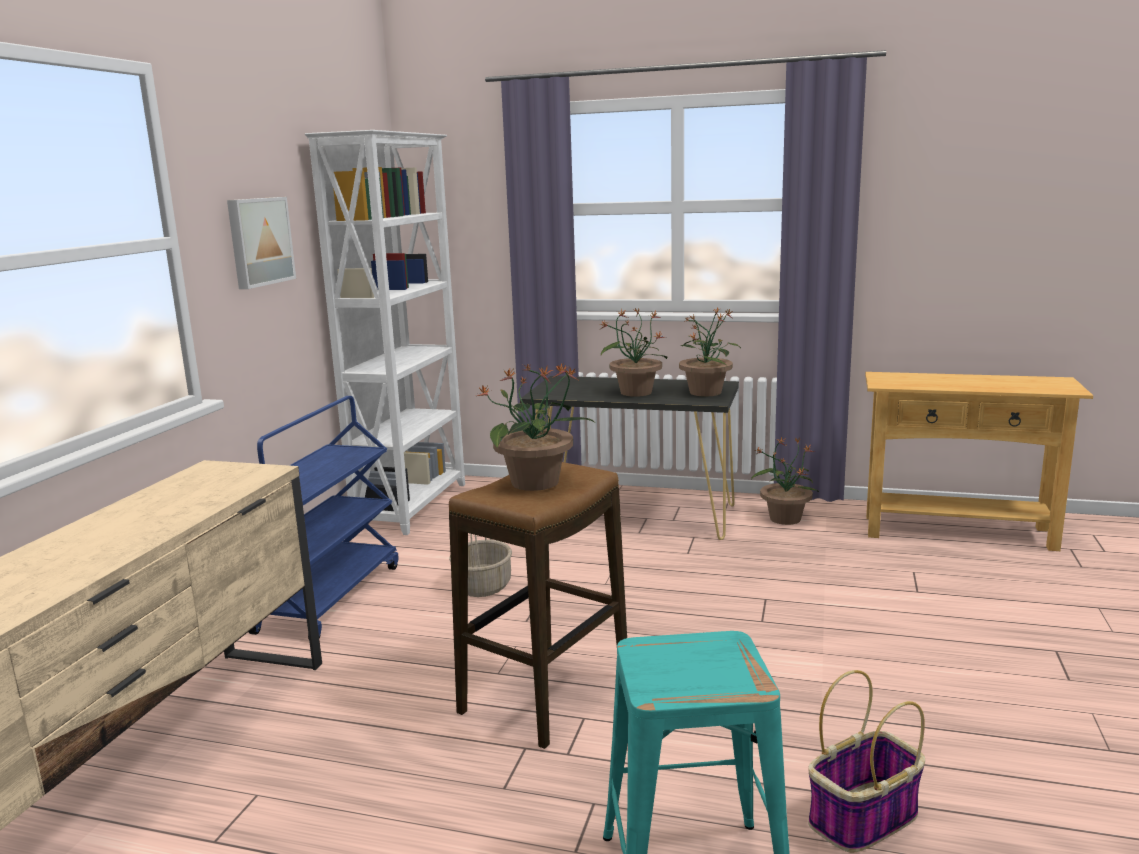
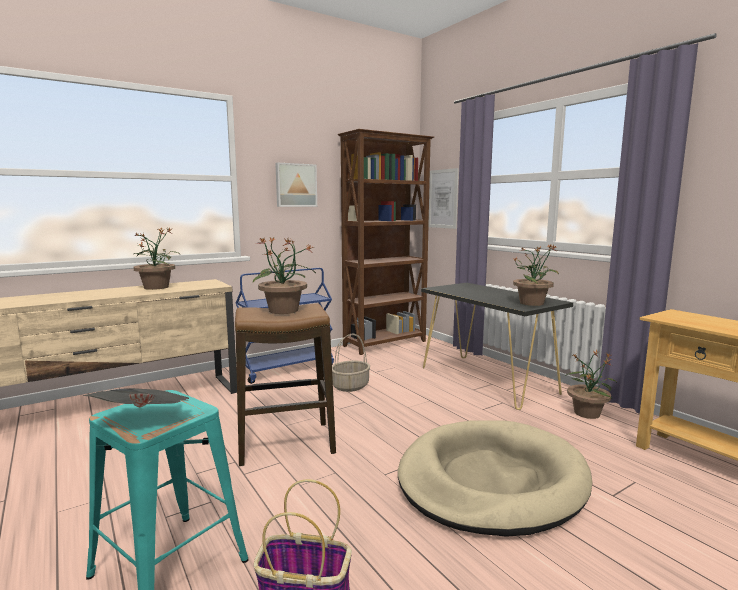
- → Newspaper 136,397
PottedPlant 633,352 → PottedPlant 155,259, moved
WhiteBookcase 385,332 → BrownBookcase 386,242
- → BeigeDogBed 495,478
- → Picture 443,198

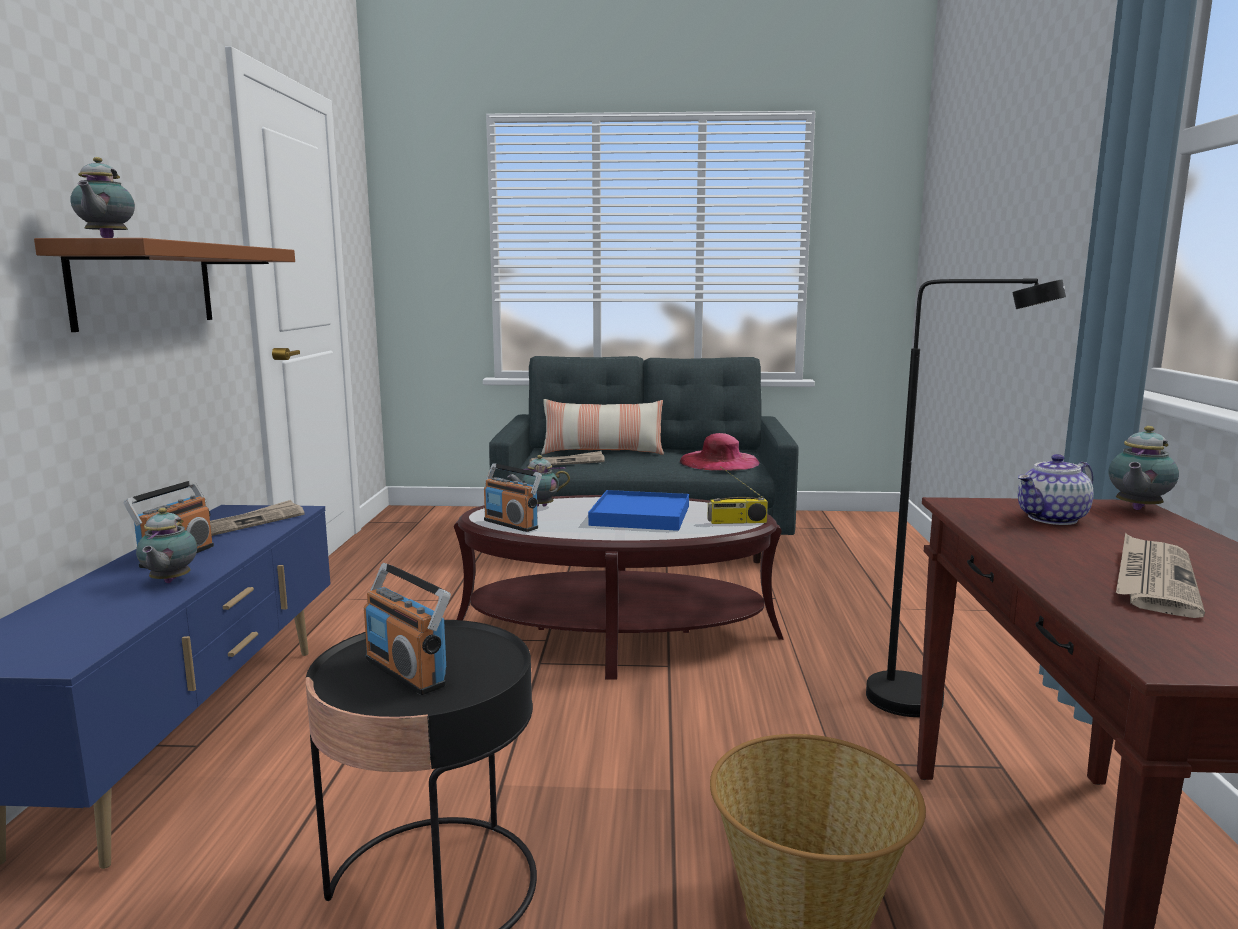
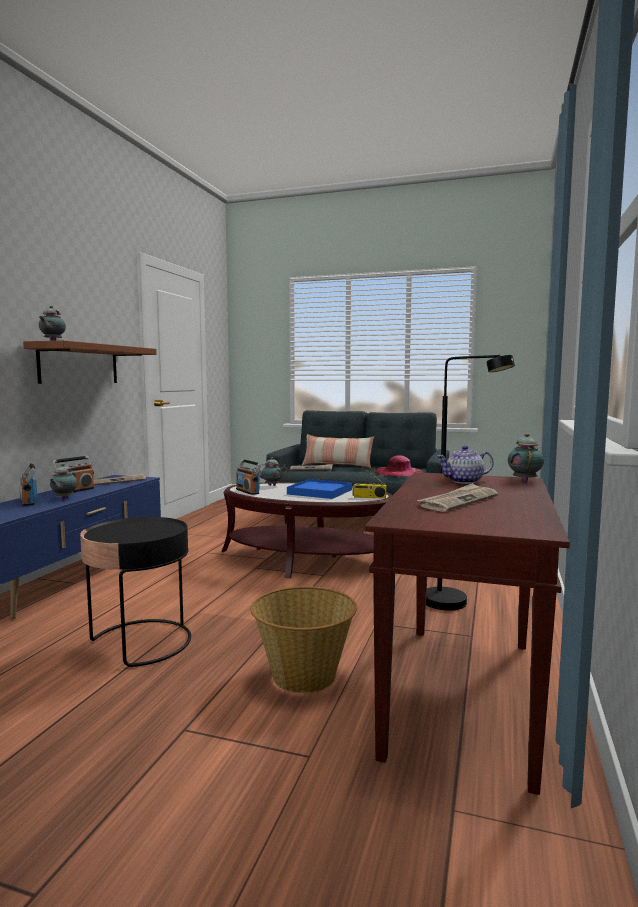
Radio 407,629 → Radio 29,484, moved
Teapot 1144,468 → Teapot 526,457, 135 degrees clockwise

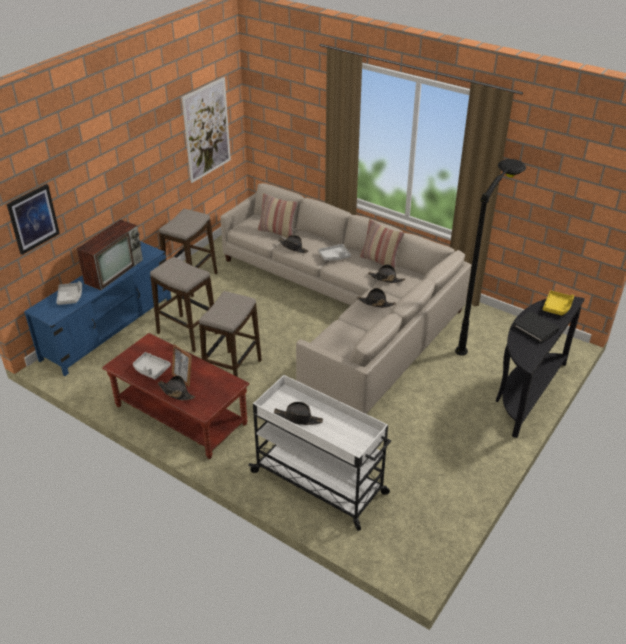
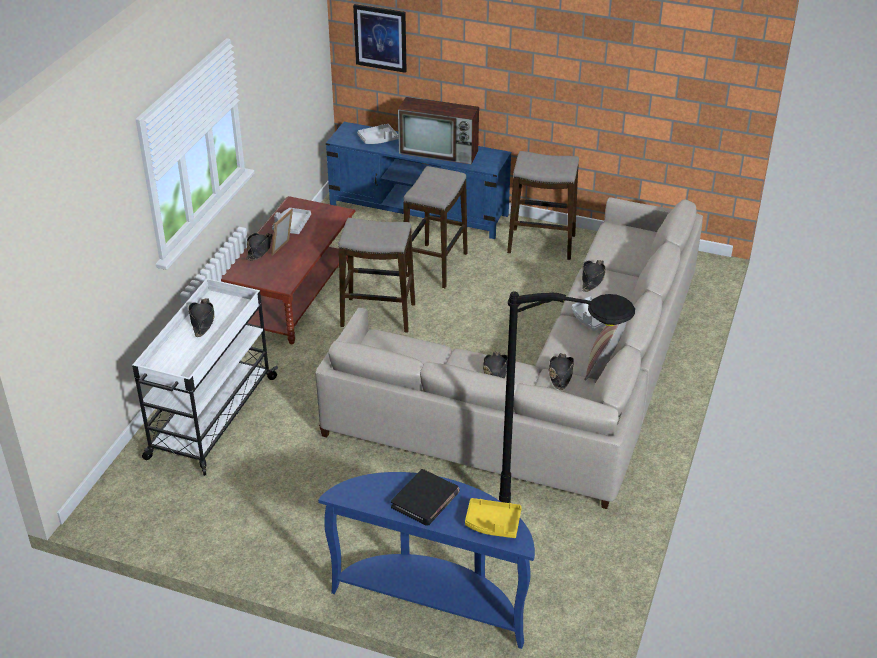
BlackConsoleTable 540,367 → BlueConsoleTable 426,560
Picture 206,130 → -
Pillow 278,215 → -

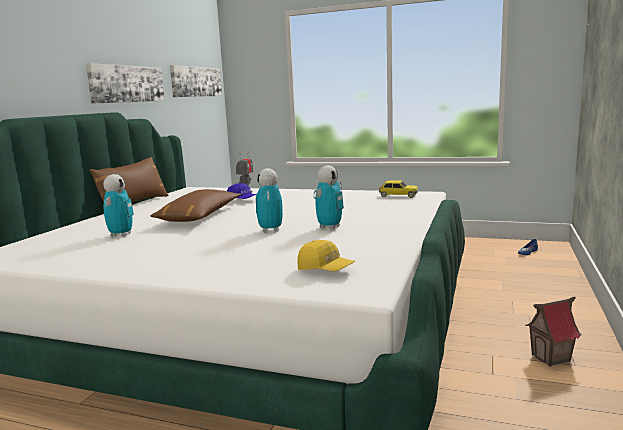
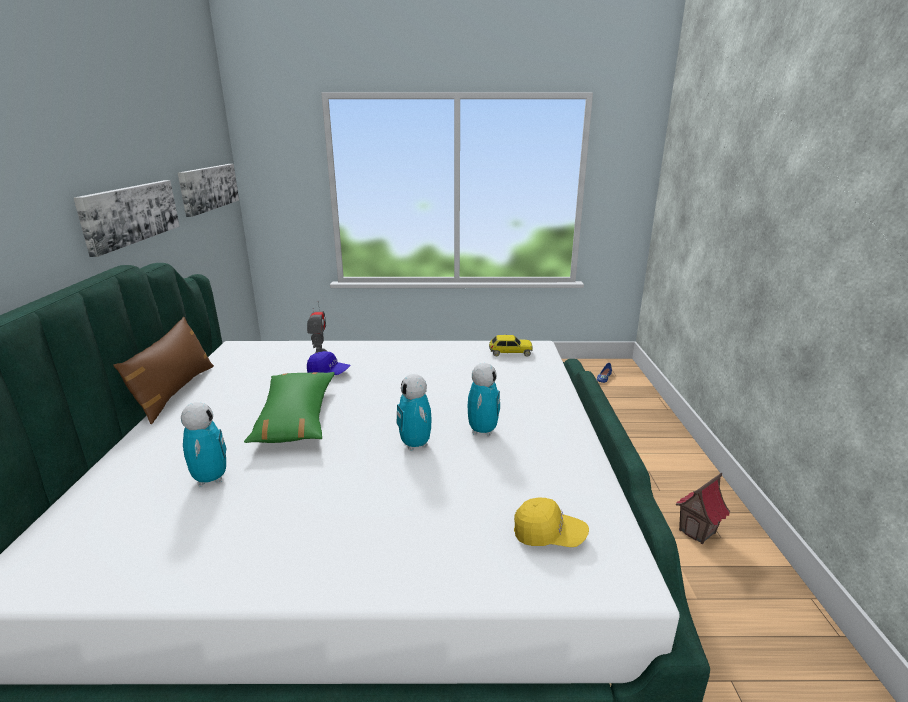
BrownPillow 195,205 → GreenPillow 289,407

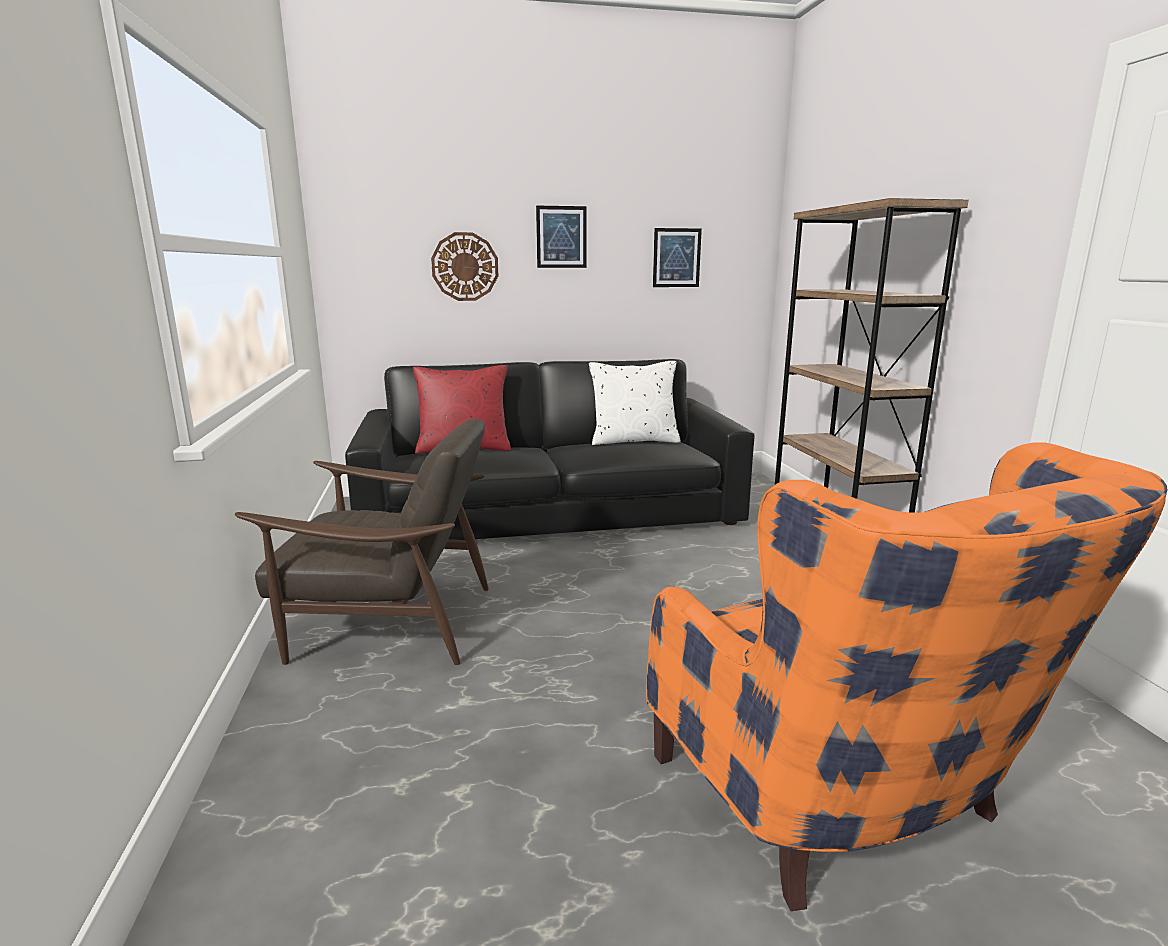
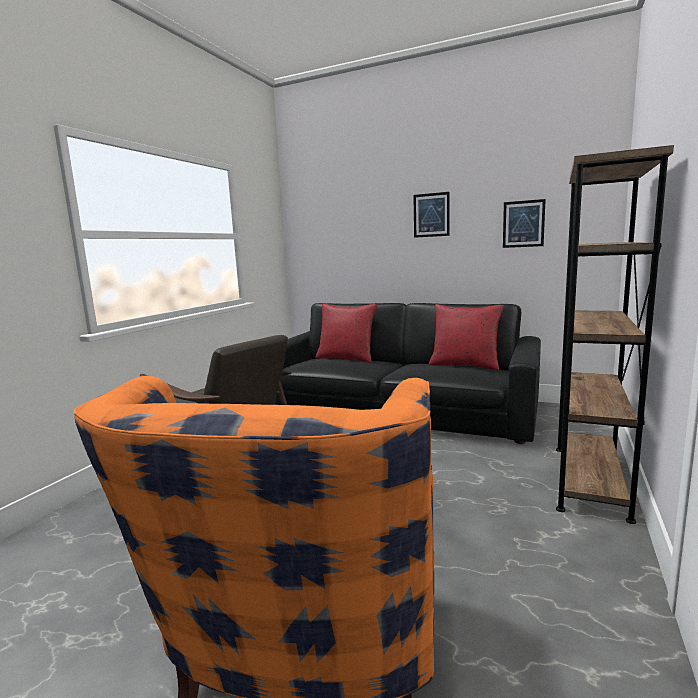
WhitePillow 635,403 → RedPillow 466,337
WallClock 464,266 → -

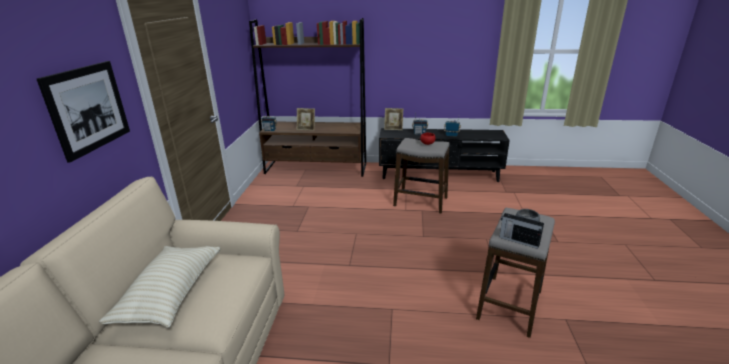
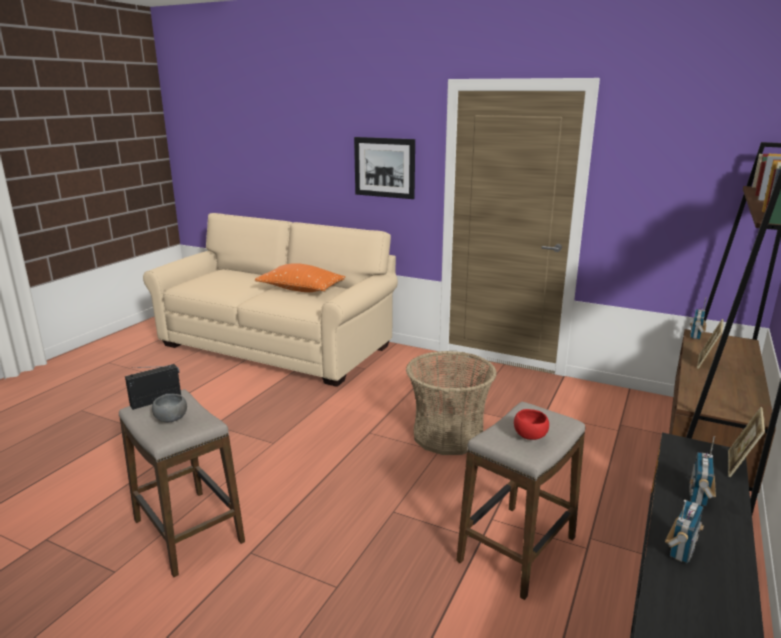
BeigePillow 159,287 → OrangePillow 300,277
- → Basket 451,403

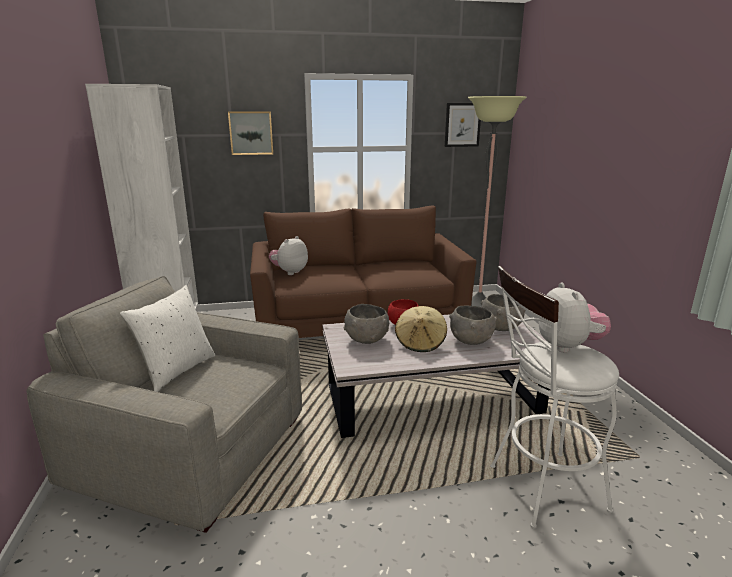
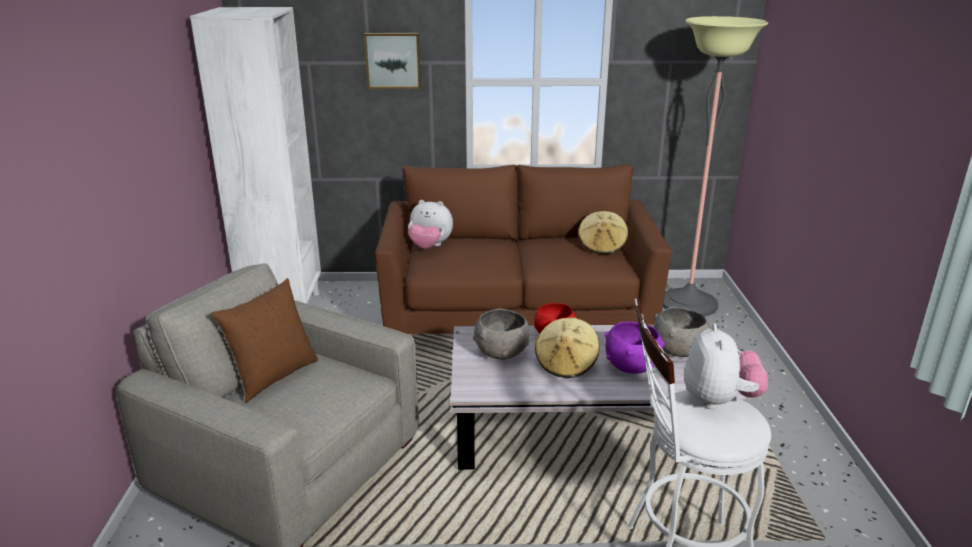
WhitePillow 167,338 → BrownPillow 264,340
PlushToy 288,255 → PlushToy 430,224, 120 degrees counterclockwise
- → BeigeHat 603,232
GreyBowl 473,325 → PurpleBowl 635,348
Picture 463,125 → -

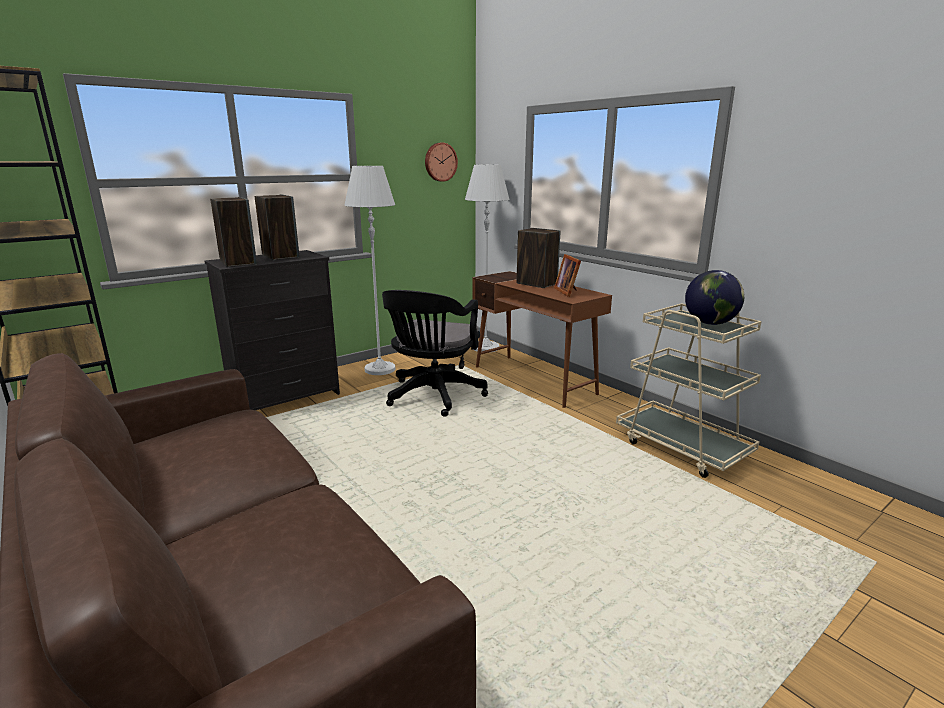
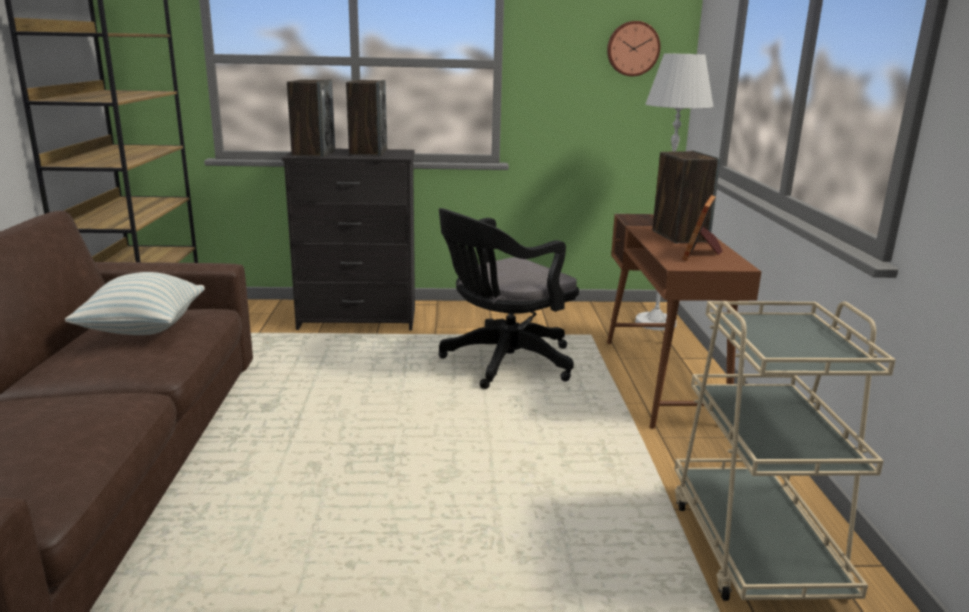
- → Pillow 135,303
WhiteFloorLamp 370,270 → -
Globe 714,297 → -

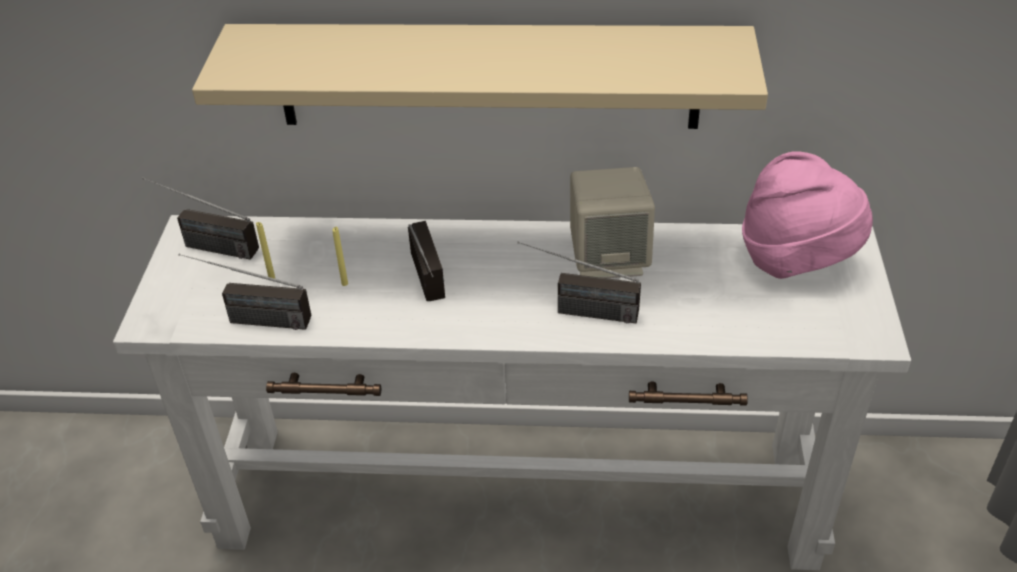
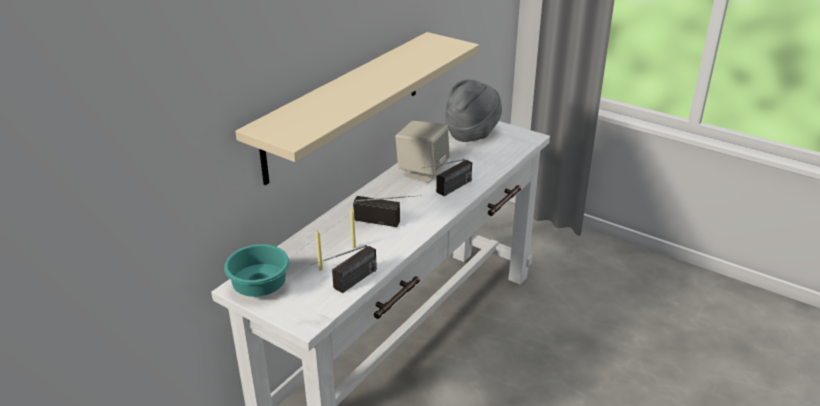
Radio 200,219 → TurquoiseBowl 256,270
PinkHat 807,215 → GreyHat 473,110

